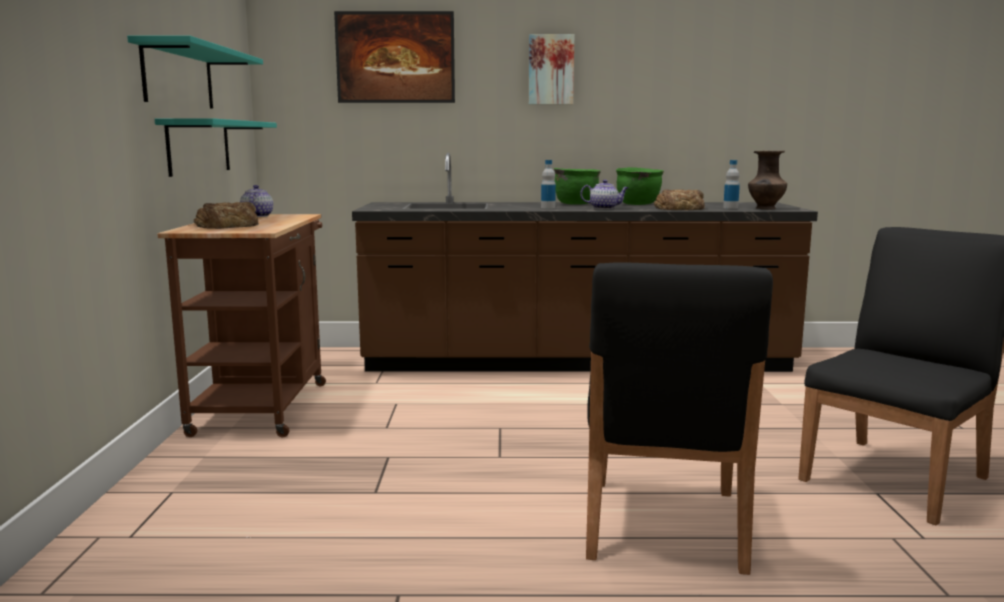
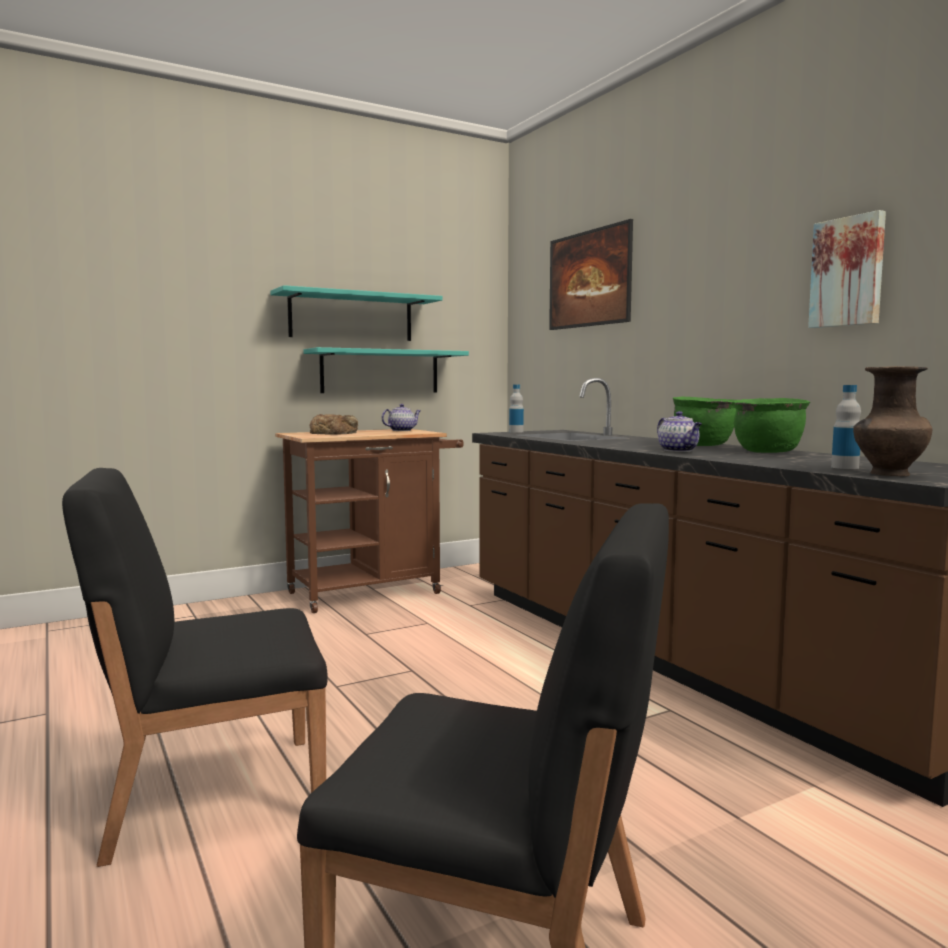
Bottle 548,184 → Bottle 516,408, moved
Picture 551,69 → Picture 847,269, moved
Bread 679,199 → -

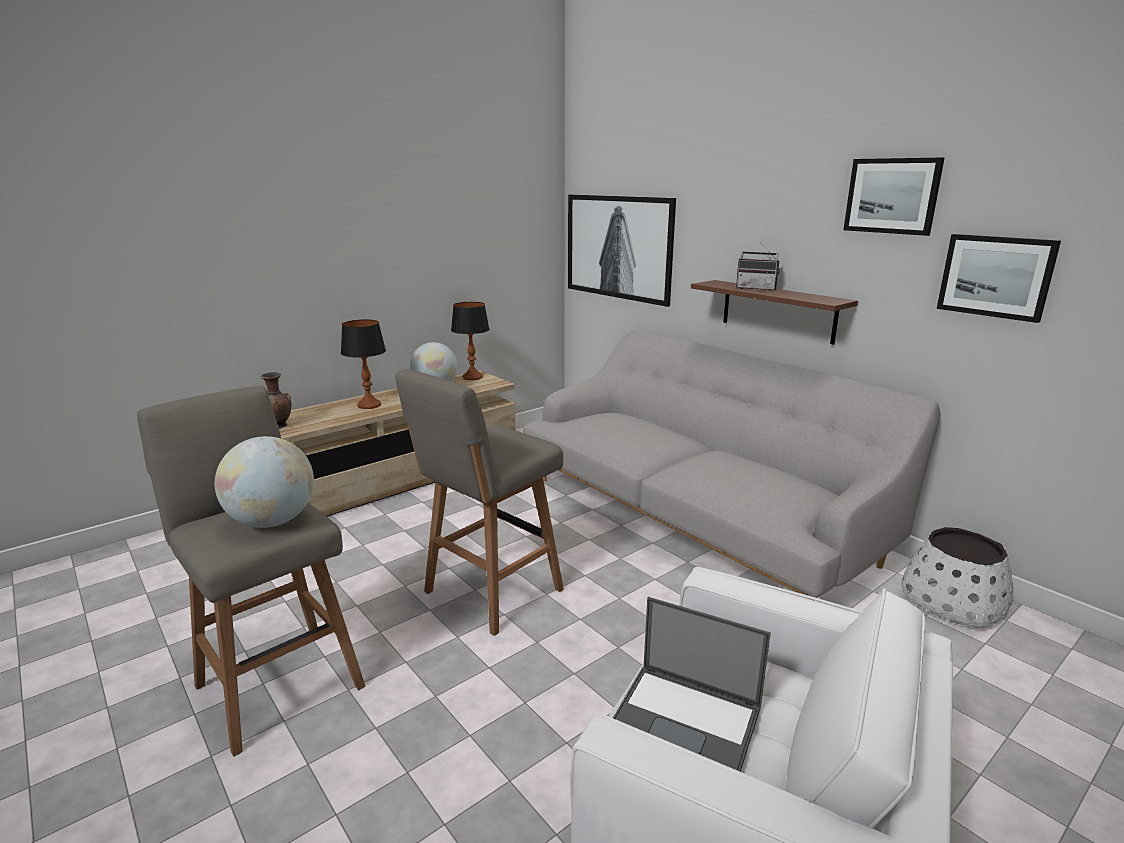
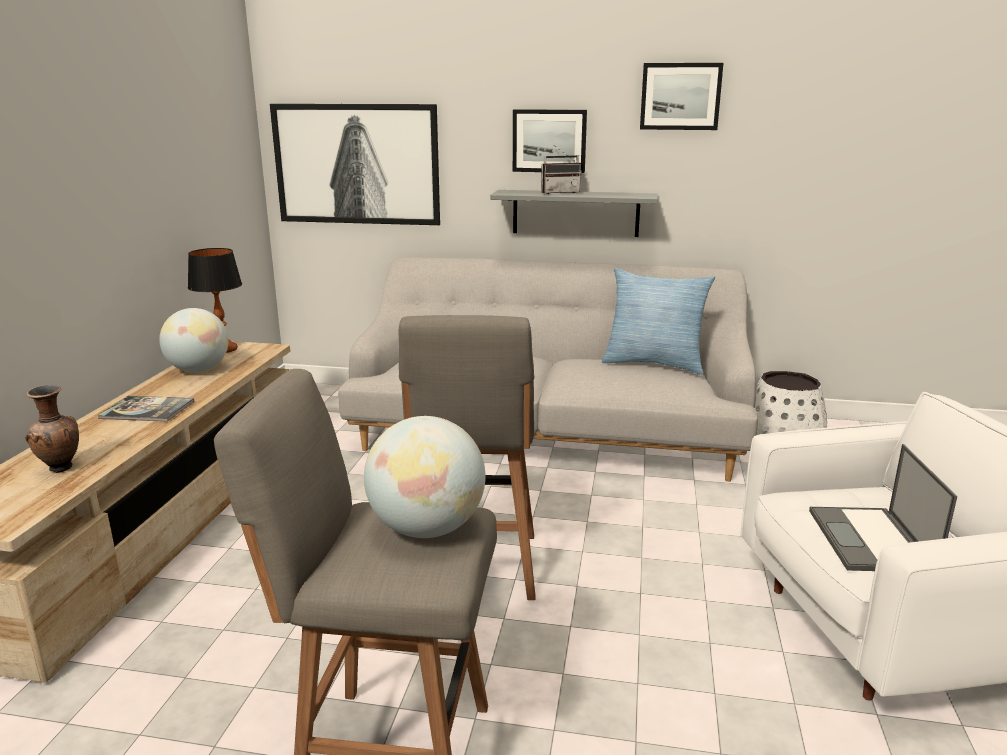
TableLamp 363,364 → Book 145,409
BrownShelf 774,312 → GreyShelf 574,213
Picture 999,278 → Picture 550,141, moved
- → Pillow 658,321
Laptop 692,684 → Laptop 883,507, 105 degrees clockwise

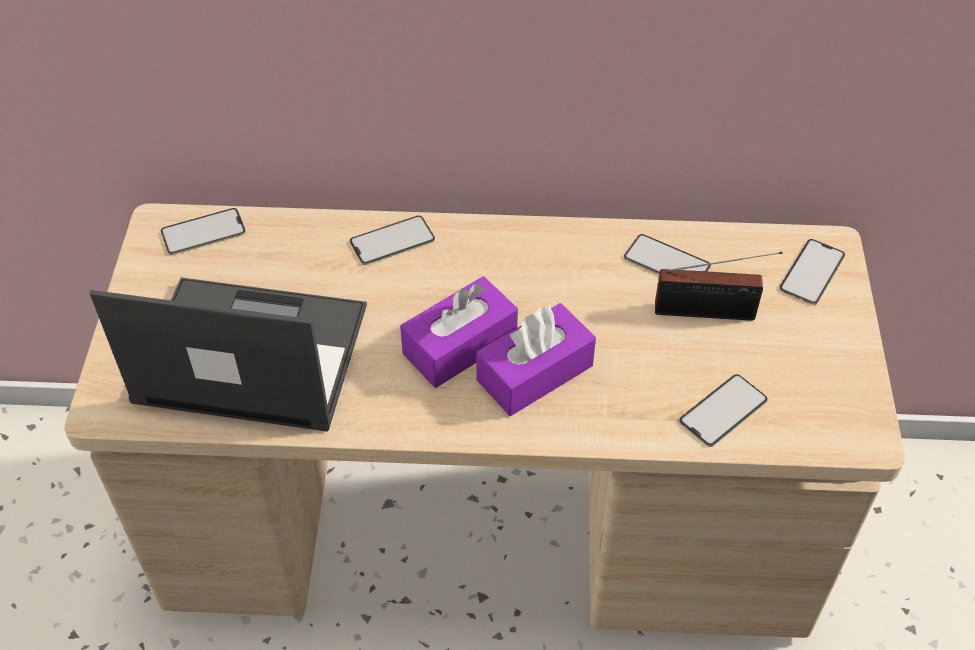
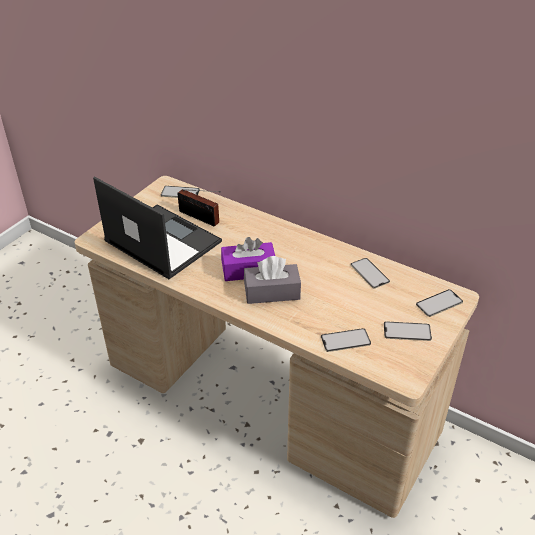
Radio 719,286 → Radio 199,207, moved
PurpleTissueBox 536,359 → GreyTissueBox 272,280
Phone 392,240 → Phone 408,331, moved

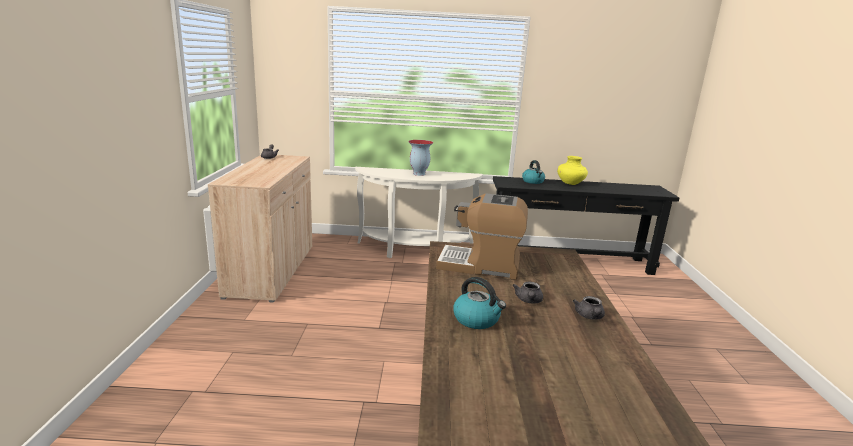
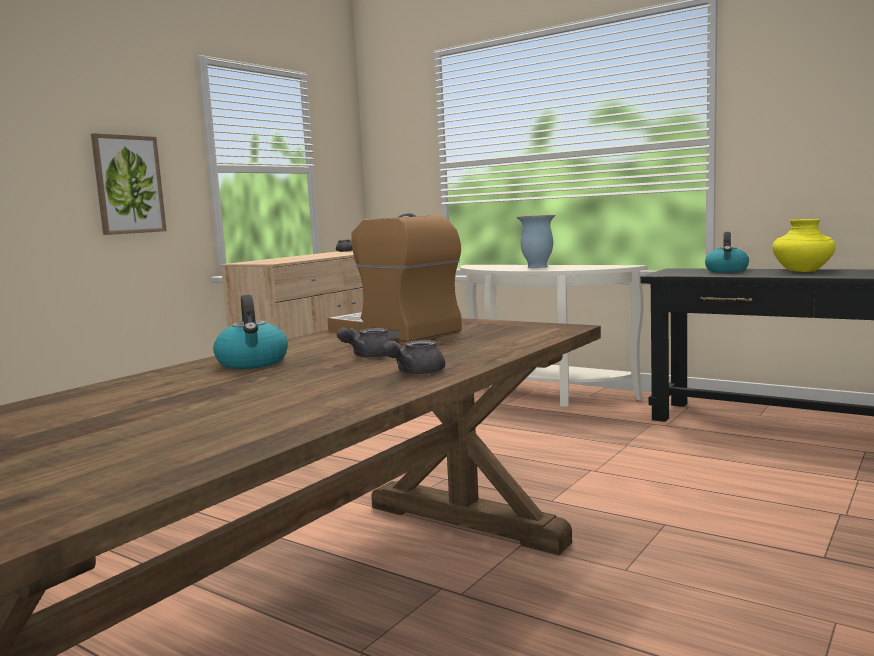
- → Picture 129,184

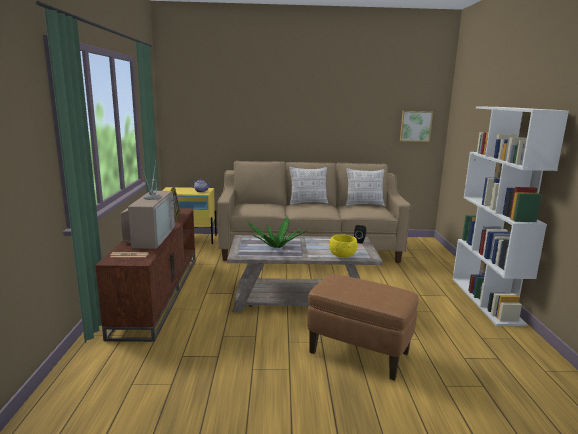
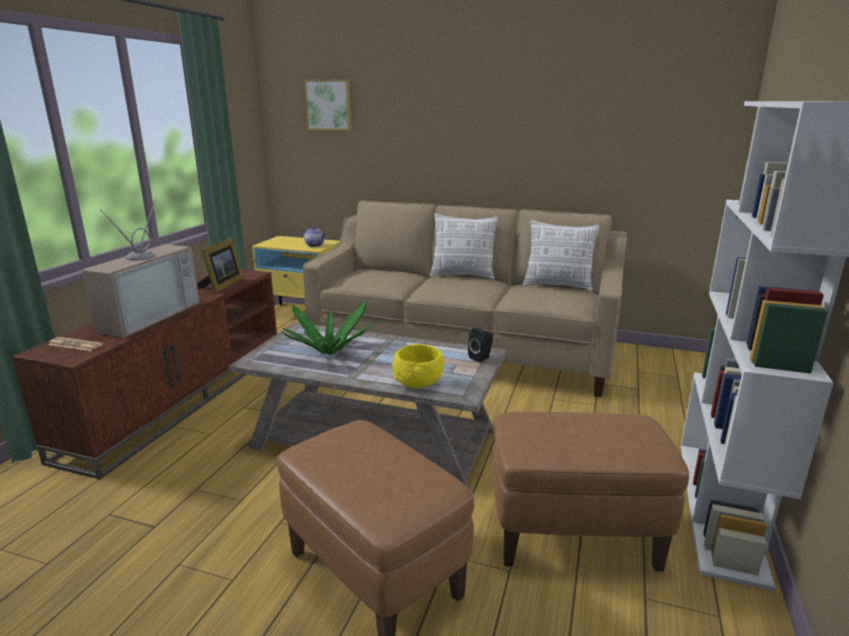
Picture 416,126 → Picture 328,104, moved
- → BrownOttoman 591,491

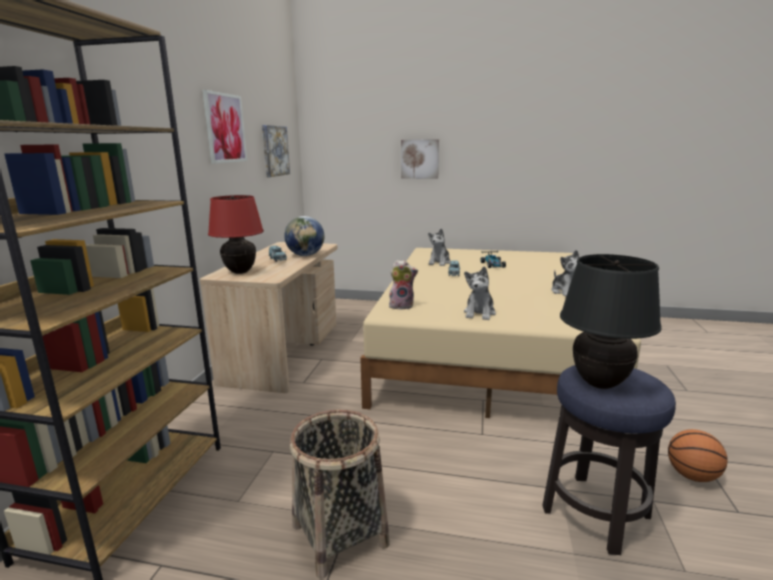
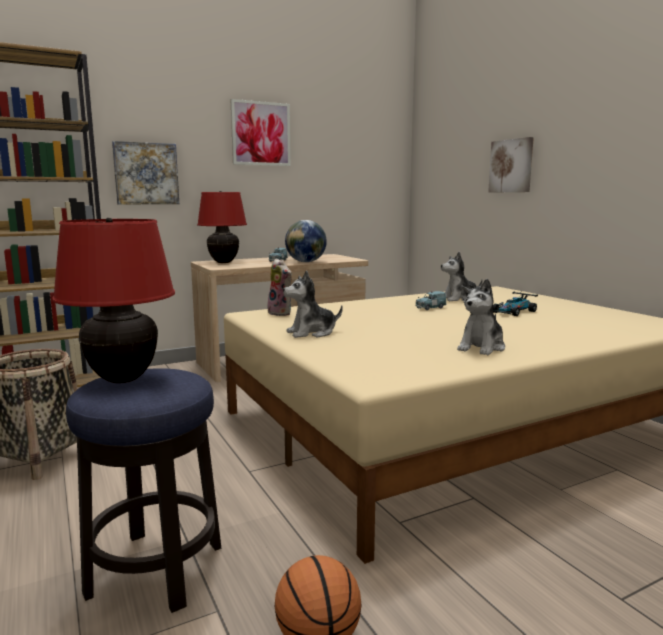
BlackTableLamp 611,321 → RedTableLamp 113,300
Picture 276,151 → Picture 145,172, moved

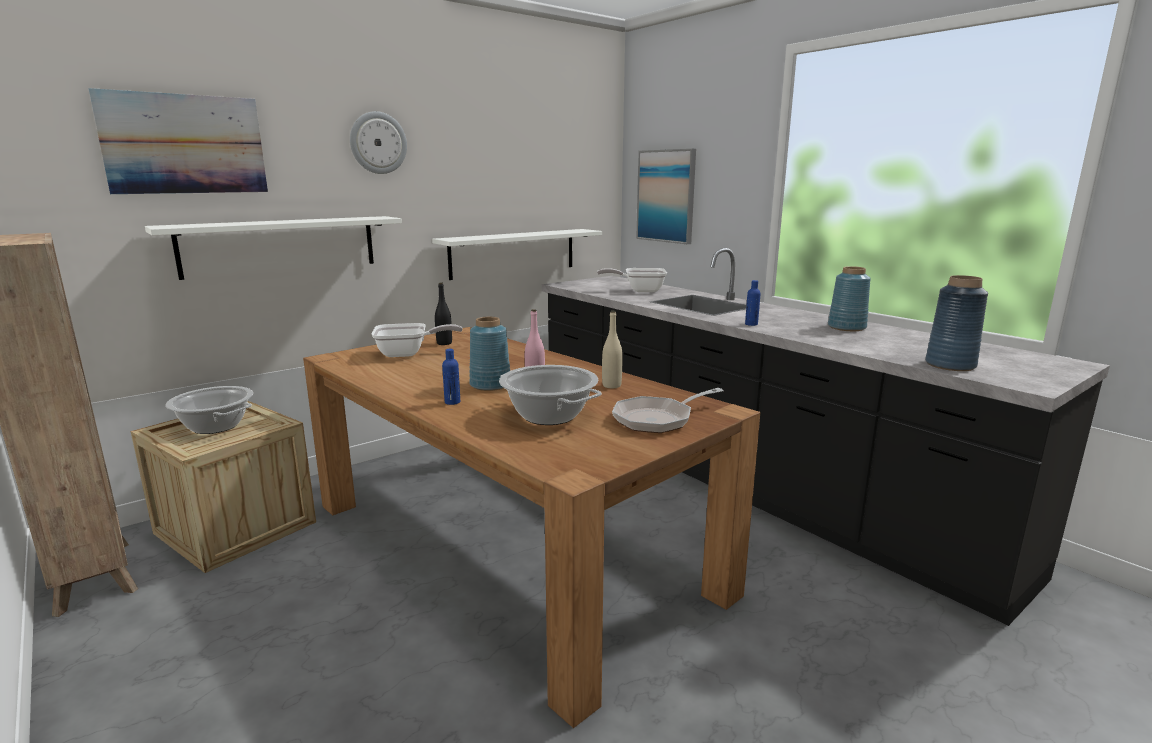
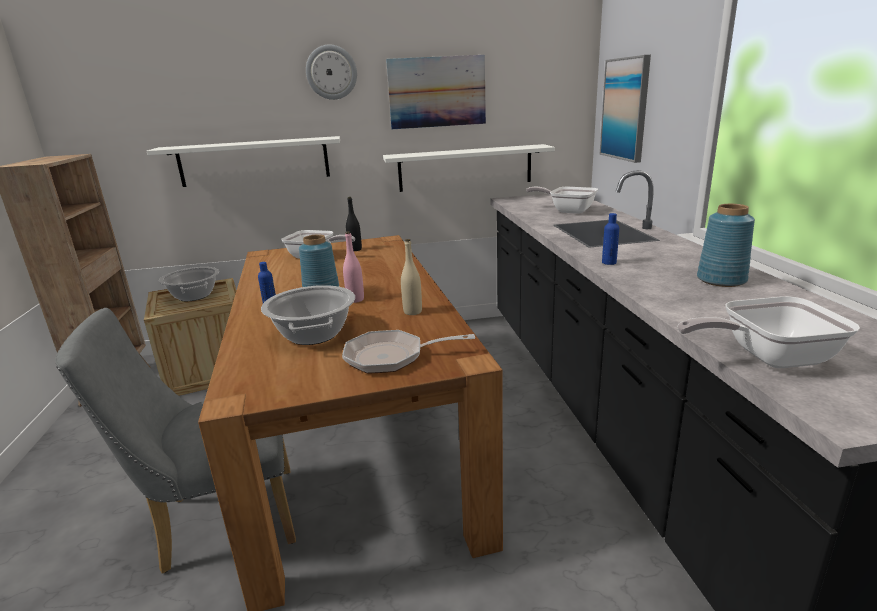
- → GreyChair 175,441
Picture 178,141 → Picture 436,92, moved
BlueVase 956,323 → FryingPan 769,332

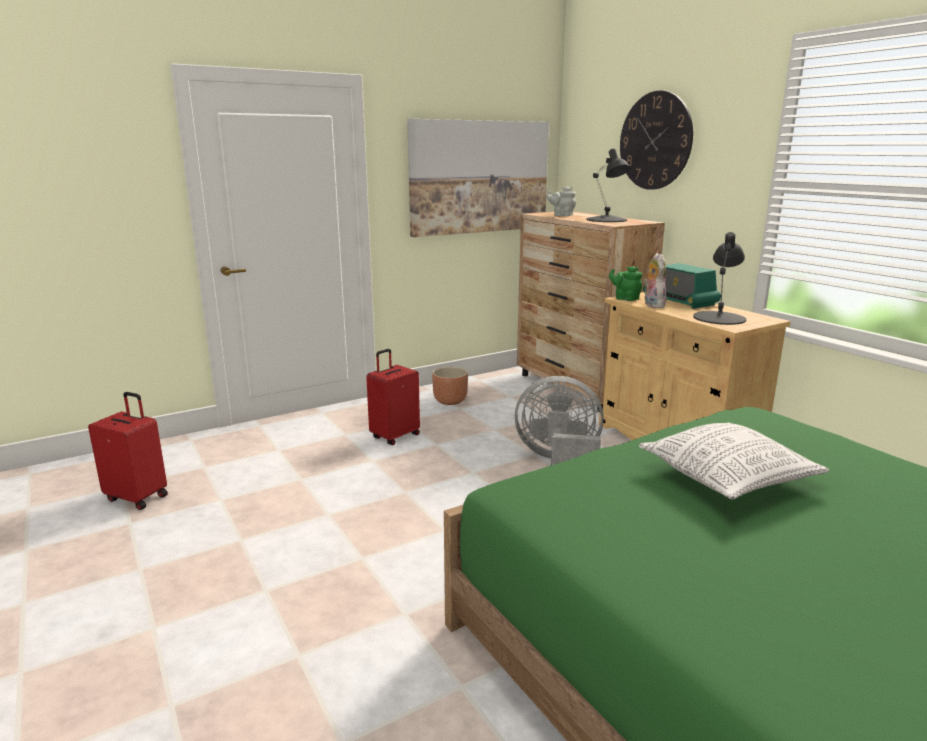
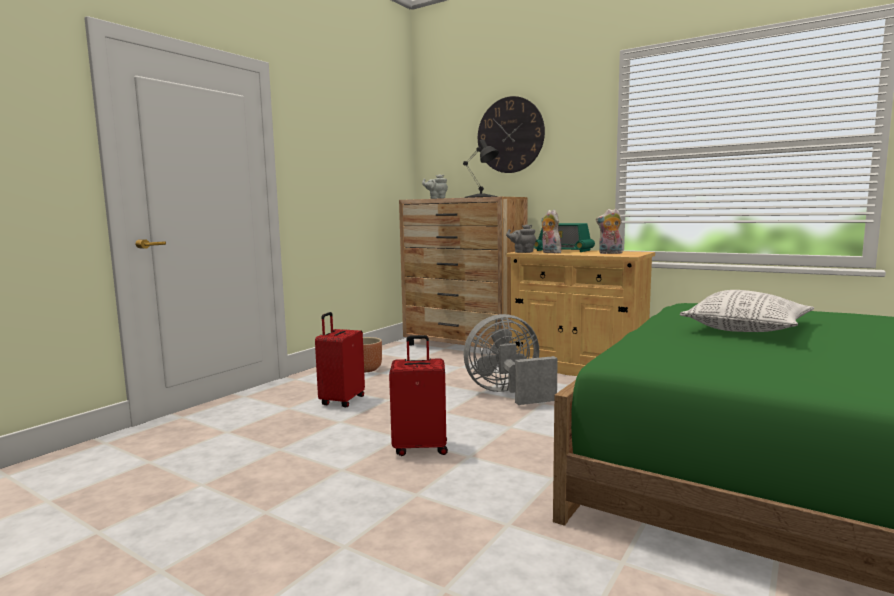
RedSuitcase 128,451 → RedSuitcase 418,395, moved
GreenTeapot 625,283 → GreyTeapot 521,238
BlackTableLamp 719,278 → PlushToy 609,231
Picture 478,178 → -

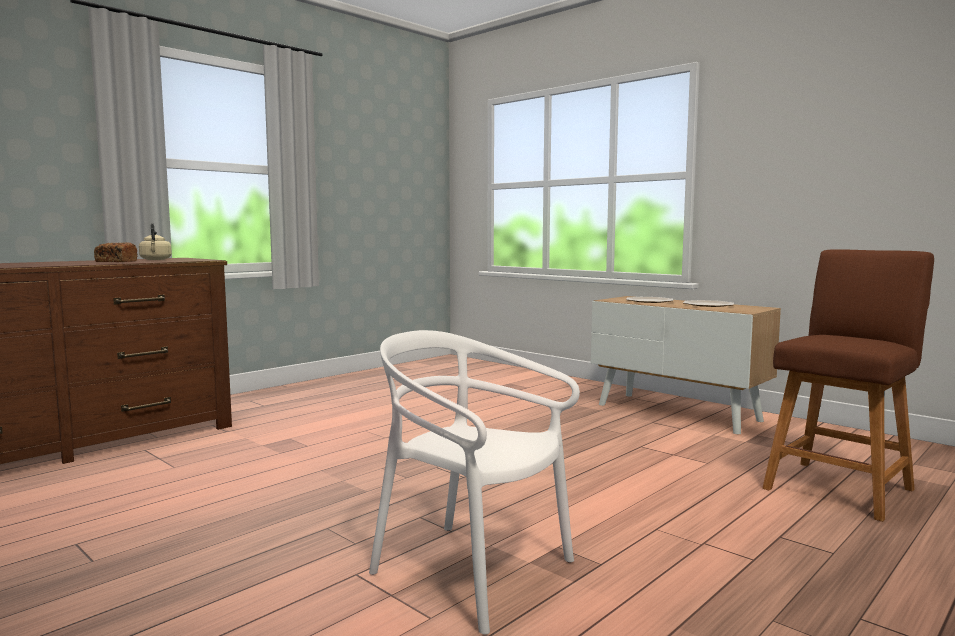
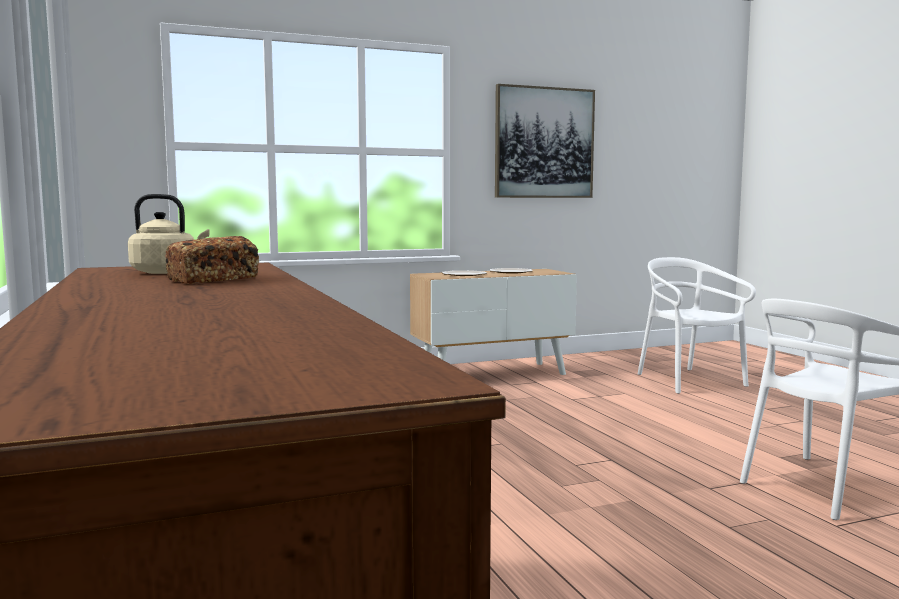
- → Picture 545,141
BrownStool 848,385 → WhiteChair 697,325

